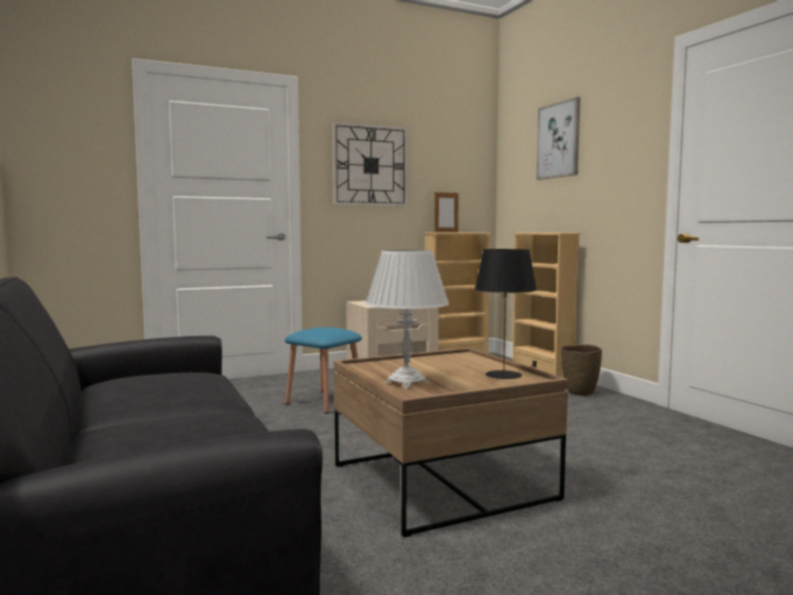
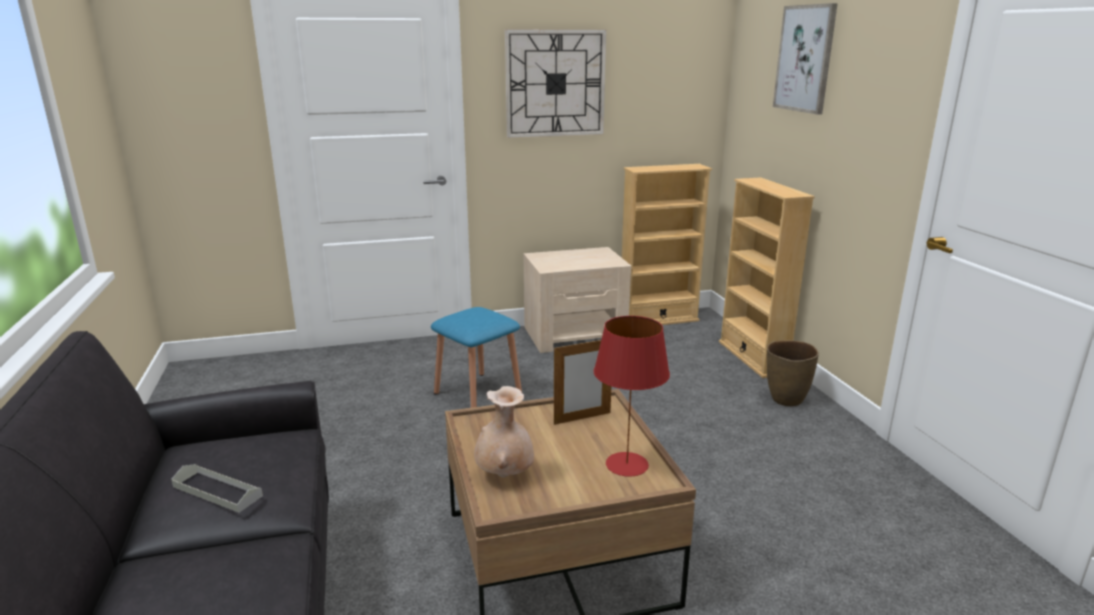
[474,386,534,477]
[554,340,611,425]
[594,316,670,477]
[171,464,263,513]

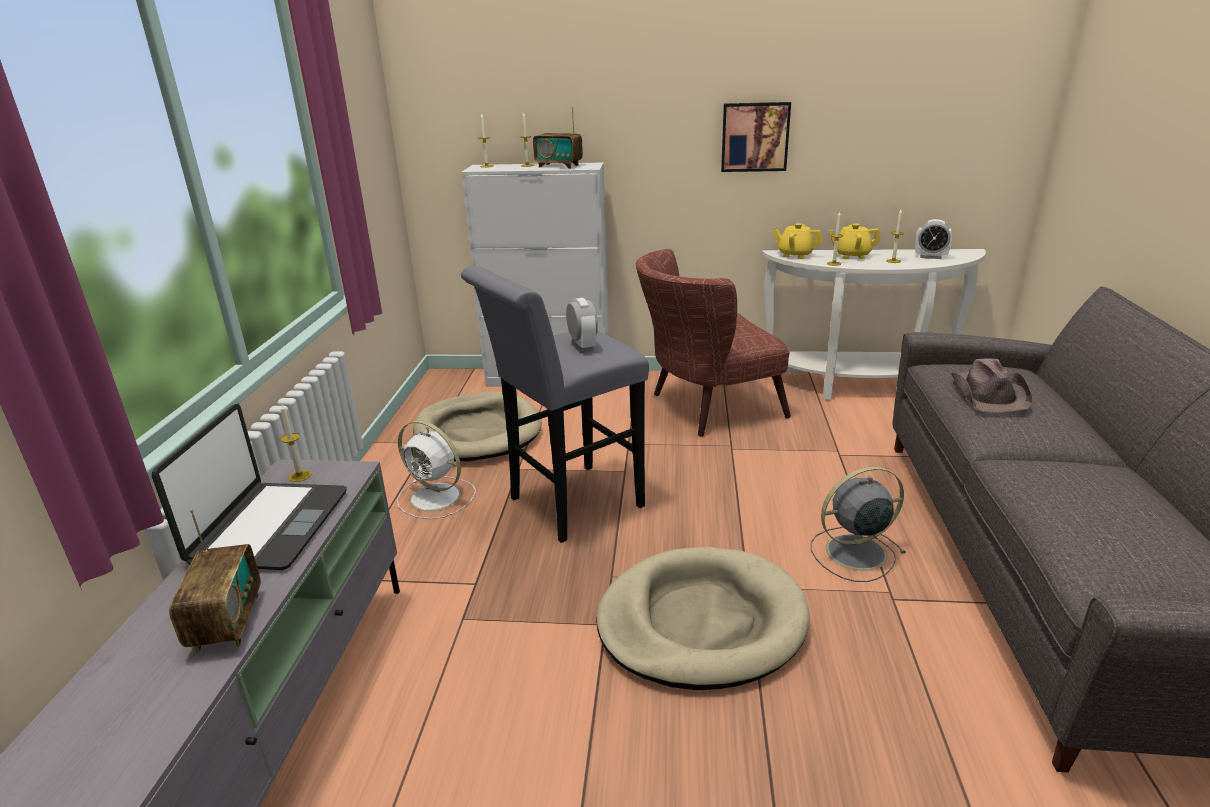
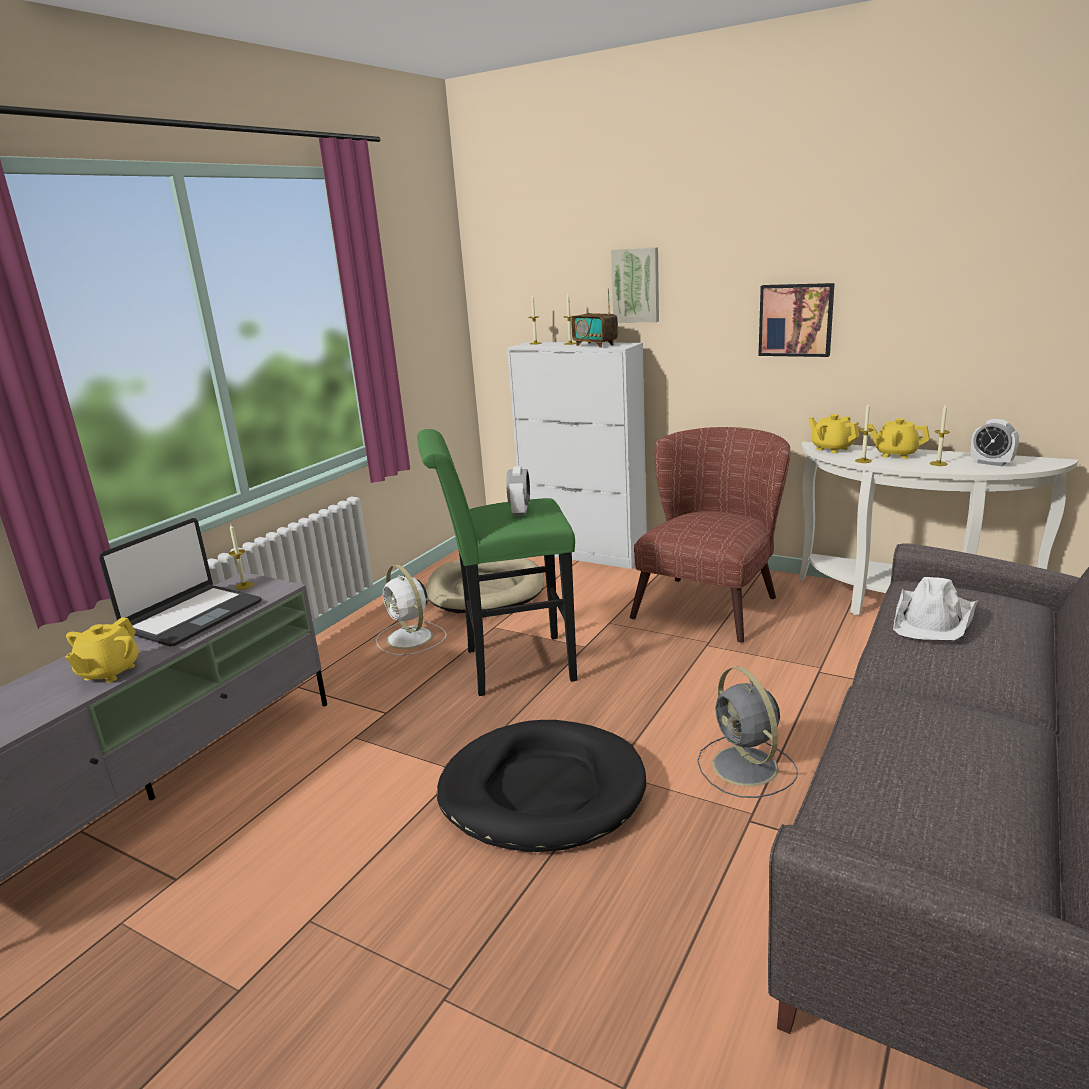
[65,617,139,683]
[417,429,577,696]
[437,720,646,852]
[630,427,790,643]
[697,667,798,798]
[893,577,979,640]
[611,247,659,322]

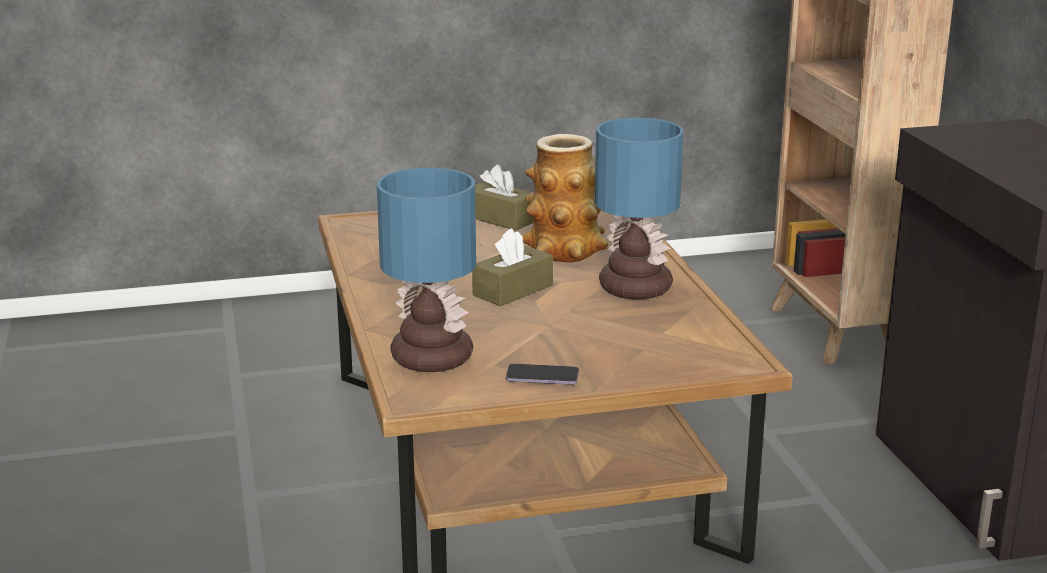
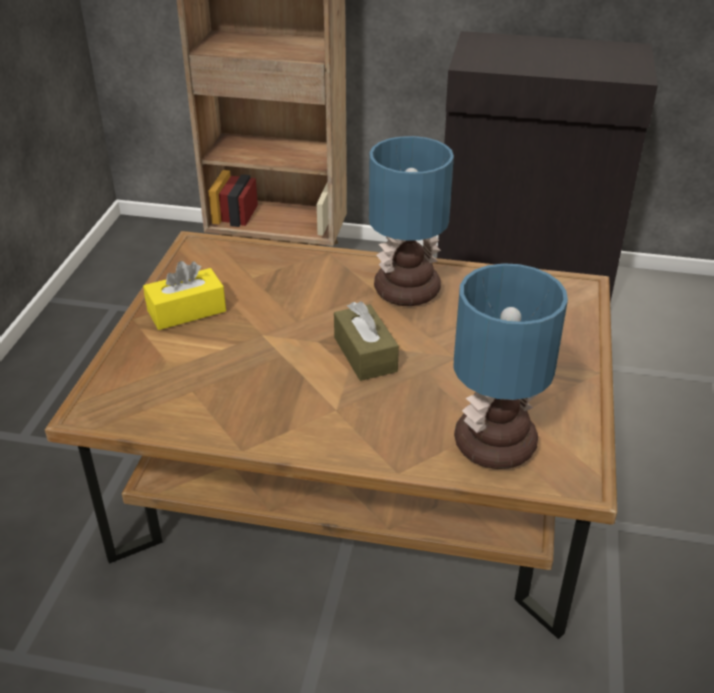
[143,261,226,330]
[506,364,579,385] (first image)
[522,134,609,263] (first image)

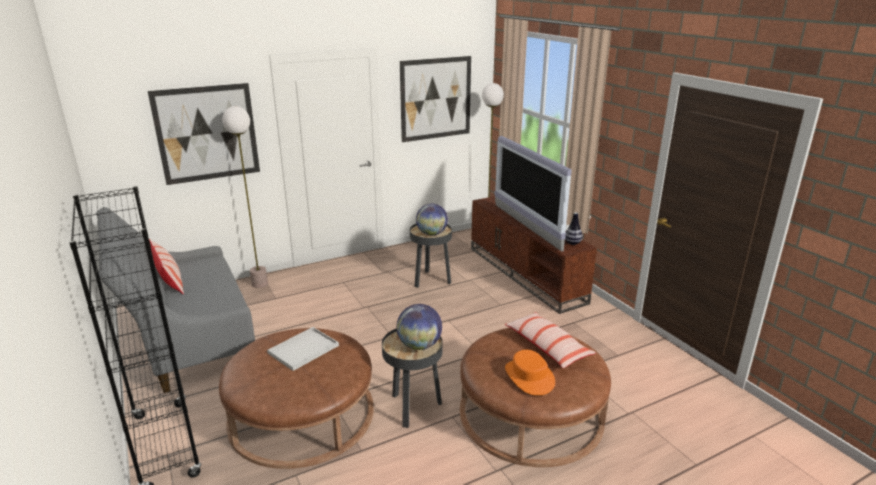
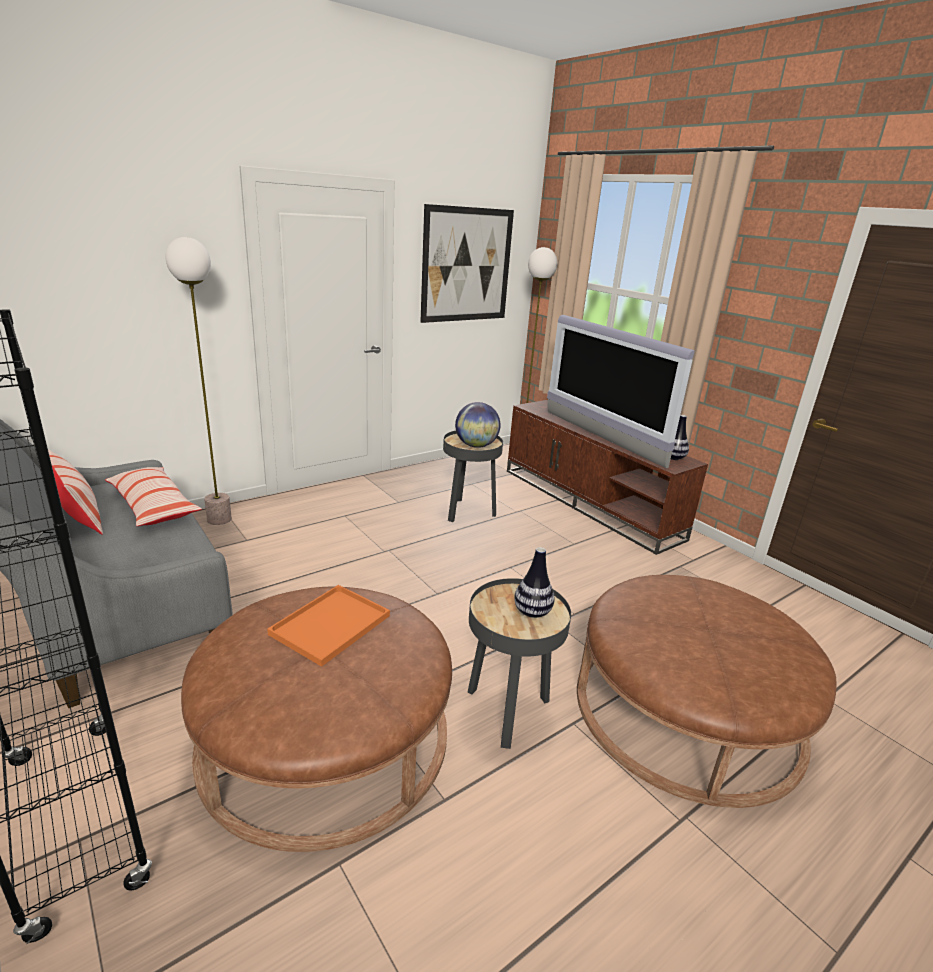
[148,83,260,185] (first image)
[267,585,390,667]
[514,547,555,618]
[105,467,202,526]
[505,350,555,396] (first image)

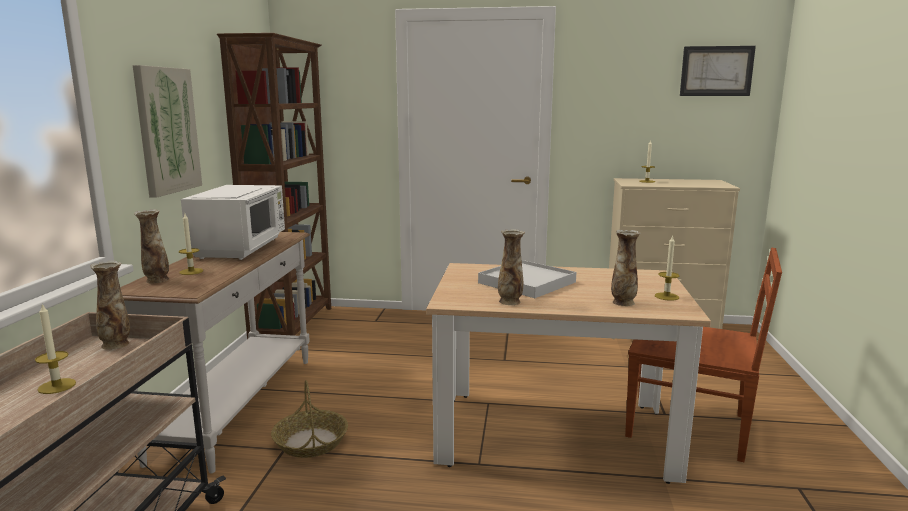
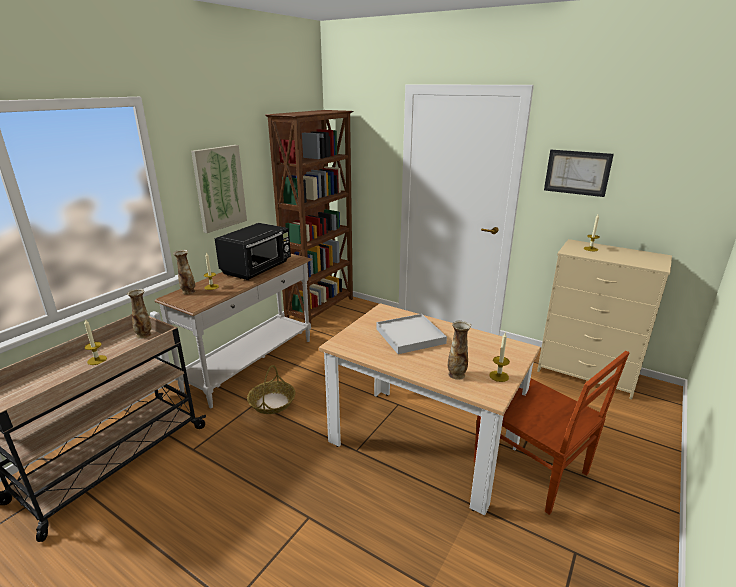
[214,223,291,280]
[498,229,525,305] (first image)
[544,150,614,197]

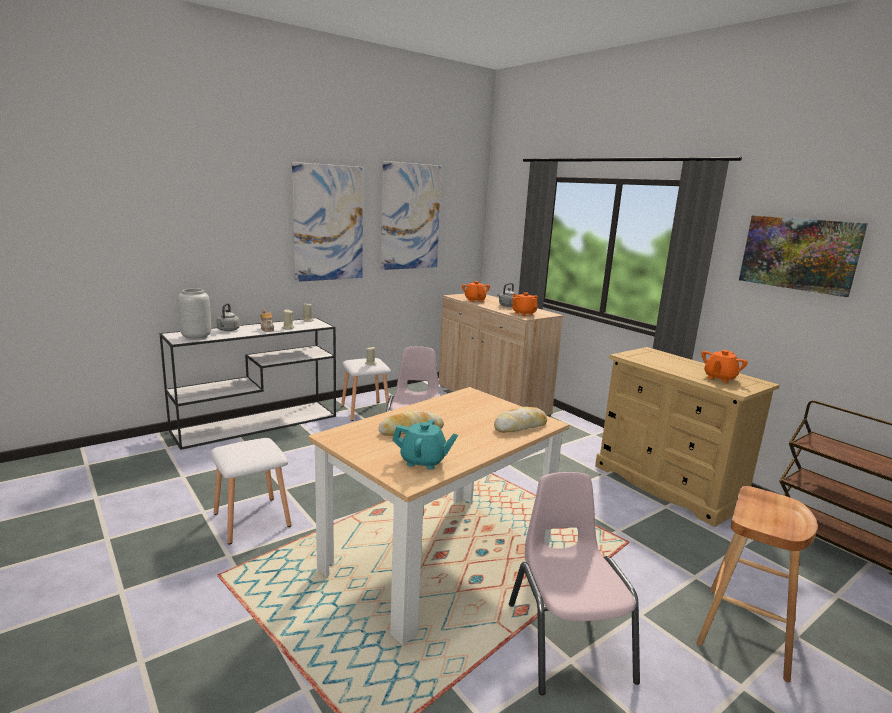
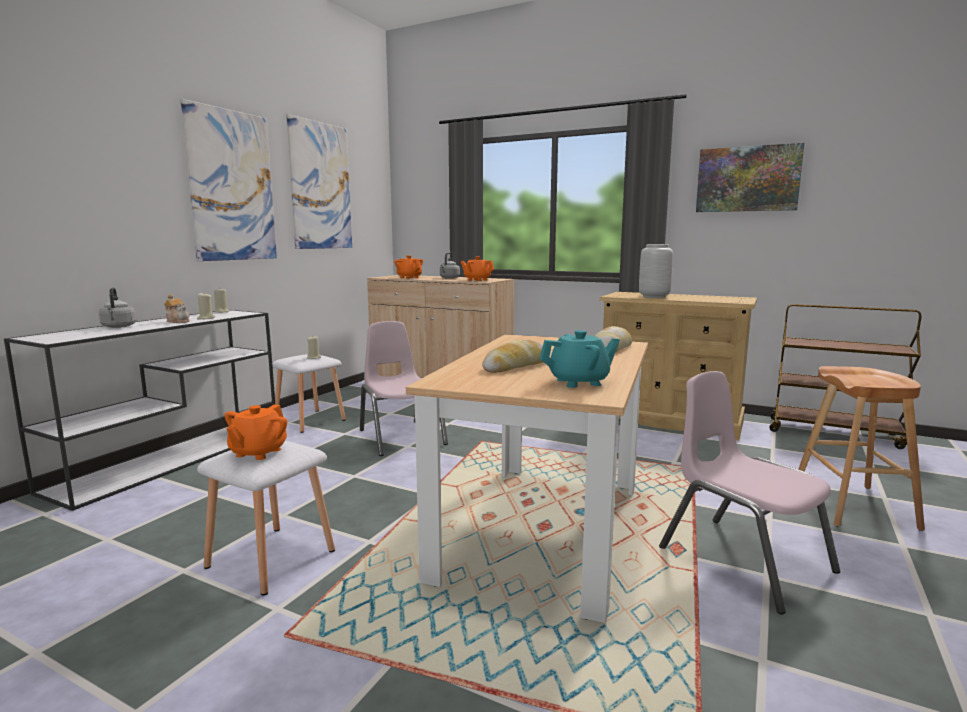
[639,244,673,298]
[225,404,287,460]

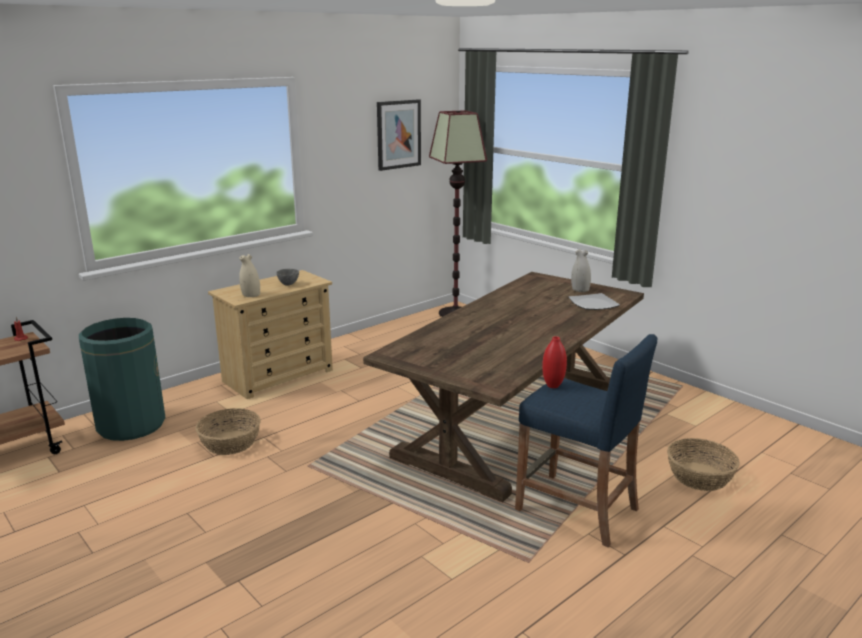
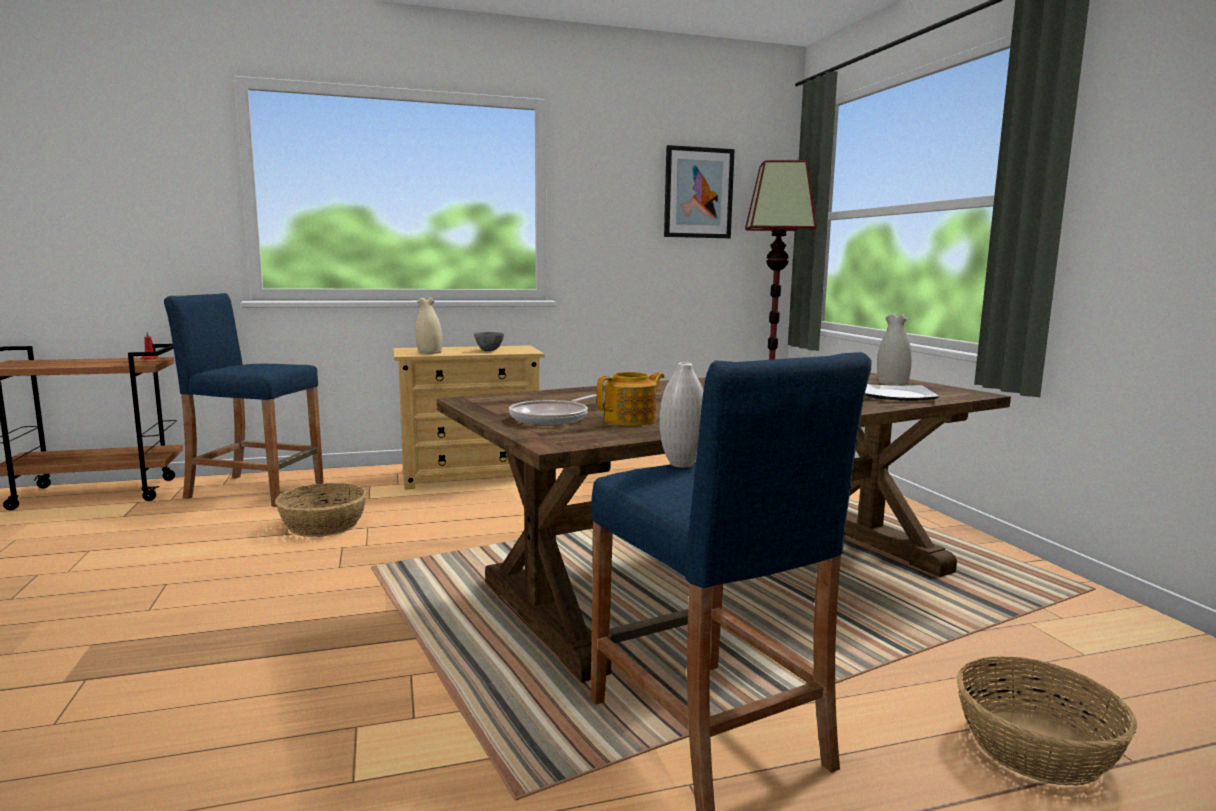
[164,293,324,507]
[660,362,703,468]
[509,395,597,425]
[597,372,664,426]

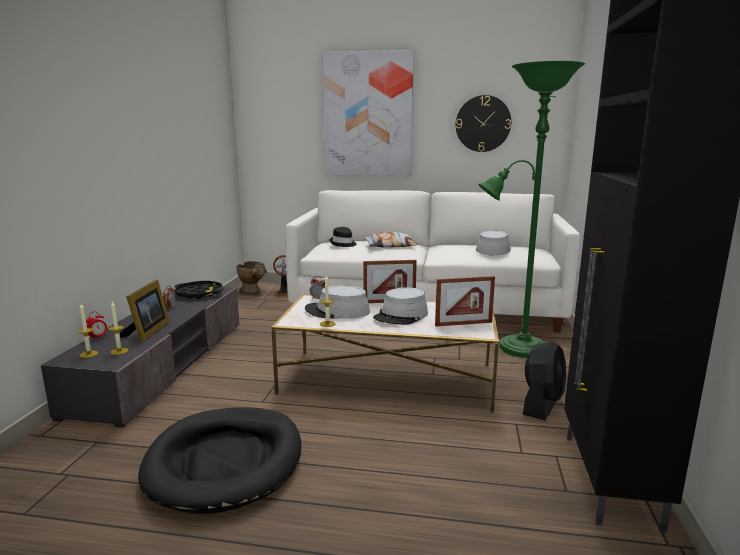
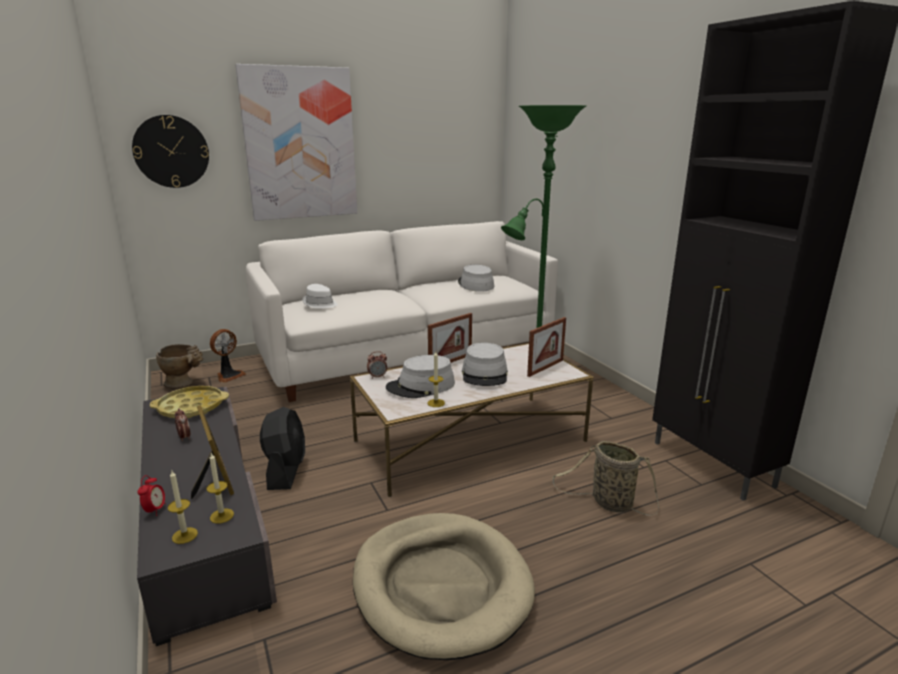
[353,513,535,660]
[150,386,229,418]
[302,284,338,309]
[364,232,417,248] (first image)
[132,115,209,188]
[260,407,305,490]
[553,441,659,516]

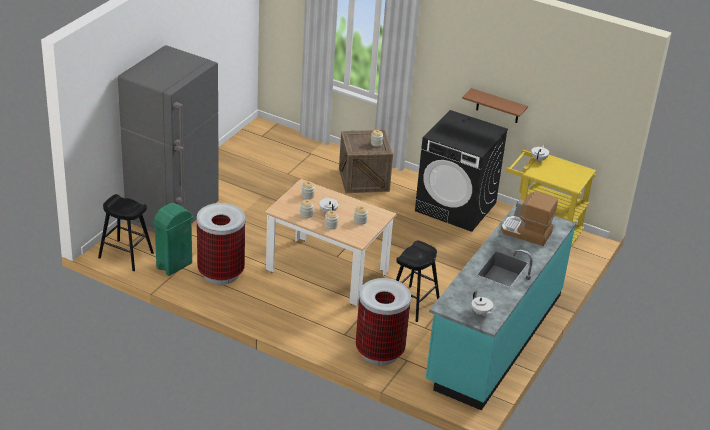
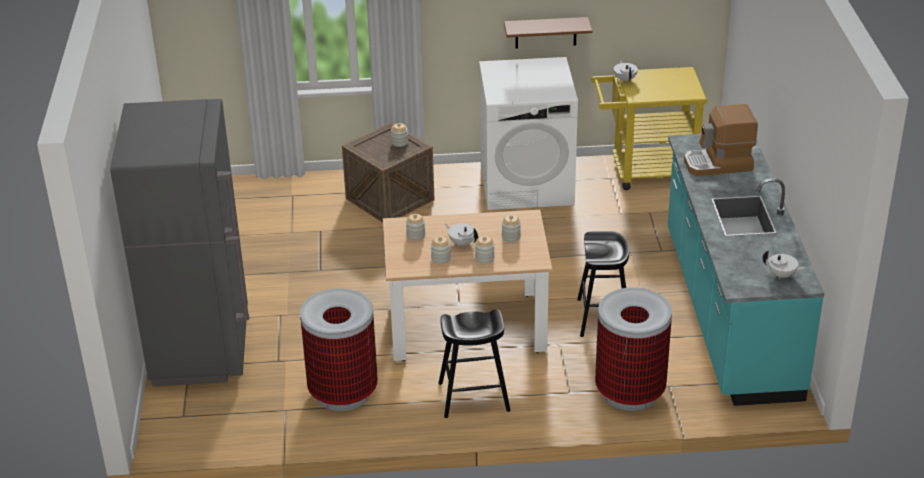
[438,309,511,418]
[153,203,193,276] (first image)
[479,57,578,210]

